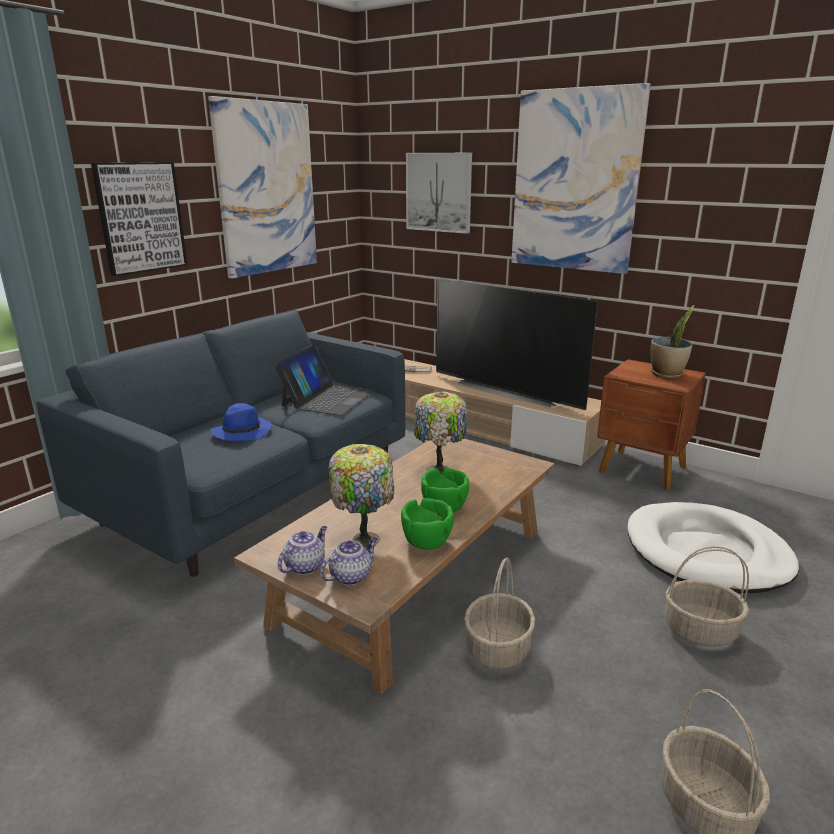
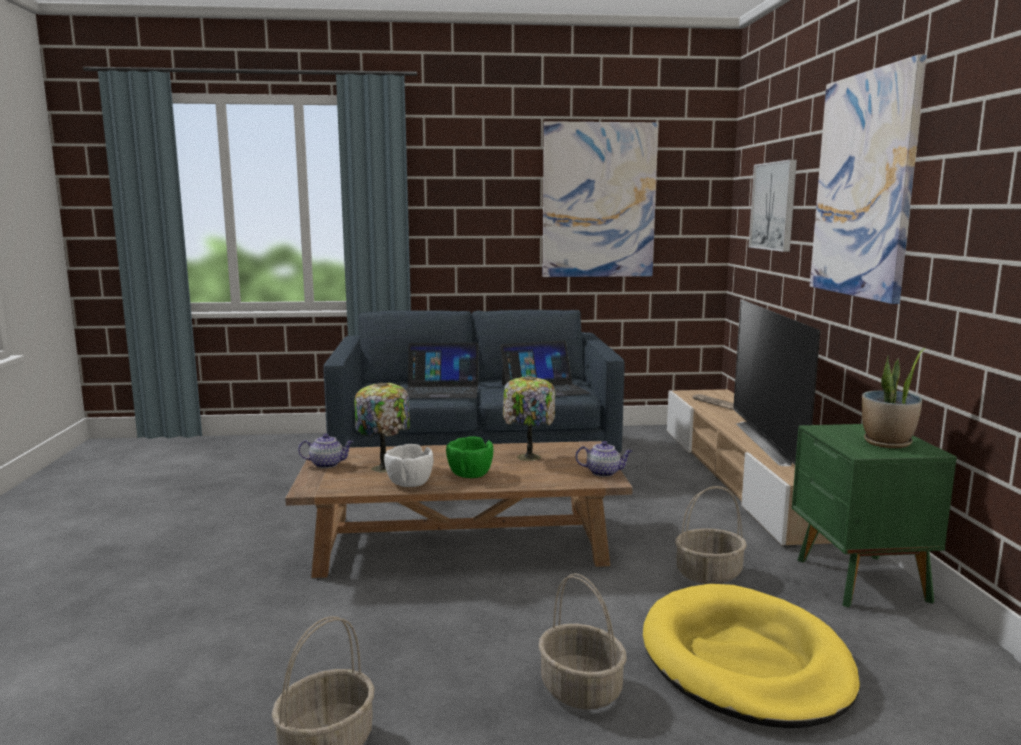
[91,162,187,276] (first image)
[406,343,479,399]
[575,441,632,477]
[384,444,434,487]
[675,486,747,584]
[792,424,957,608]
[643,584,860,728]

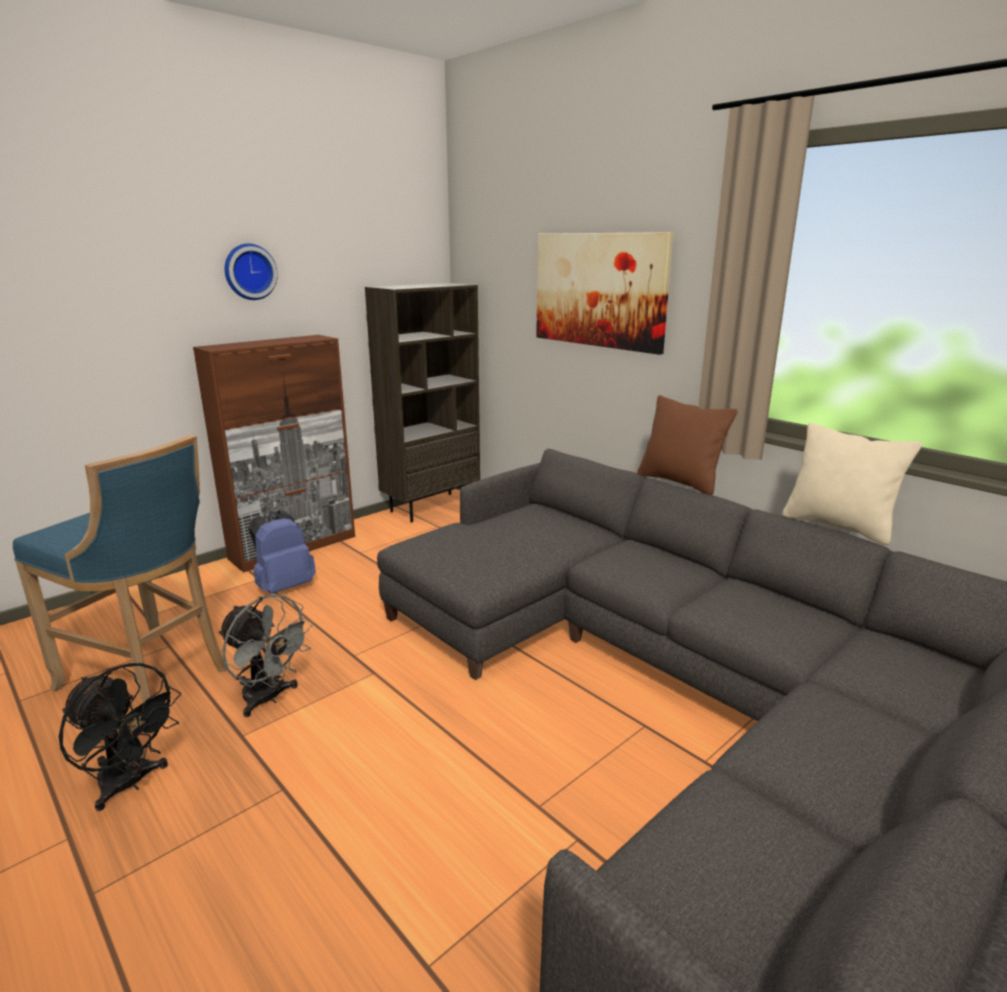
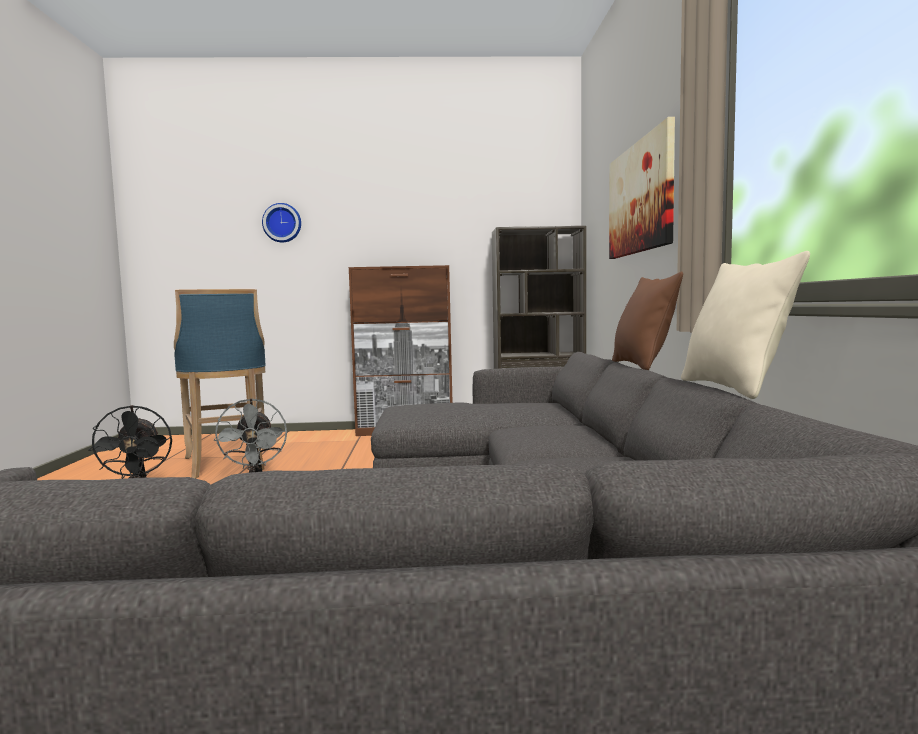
[262,203,301,243]
[248,510,316,594] (first image)

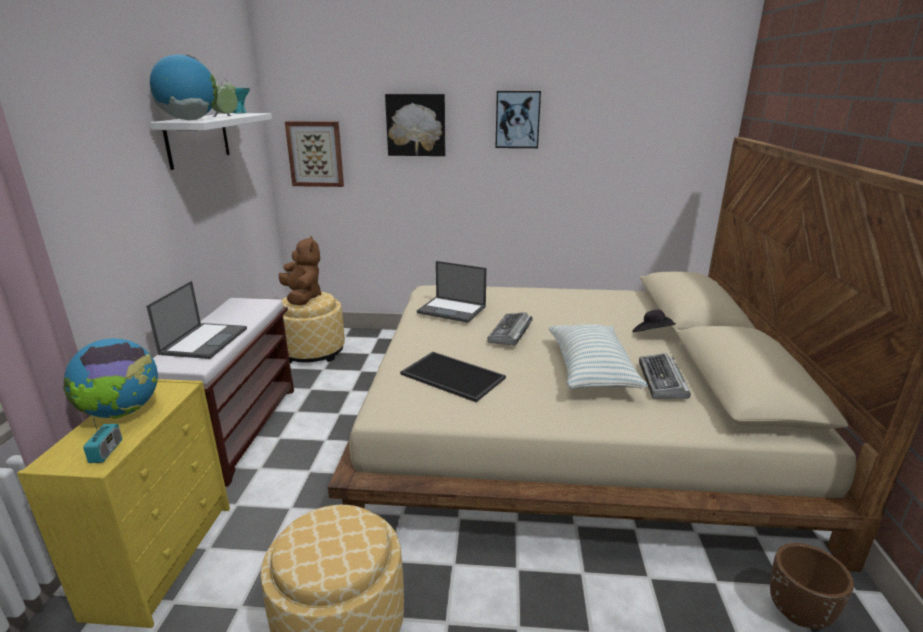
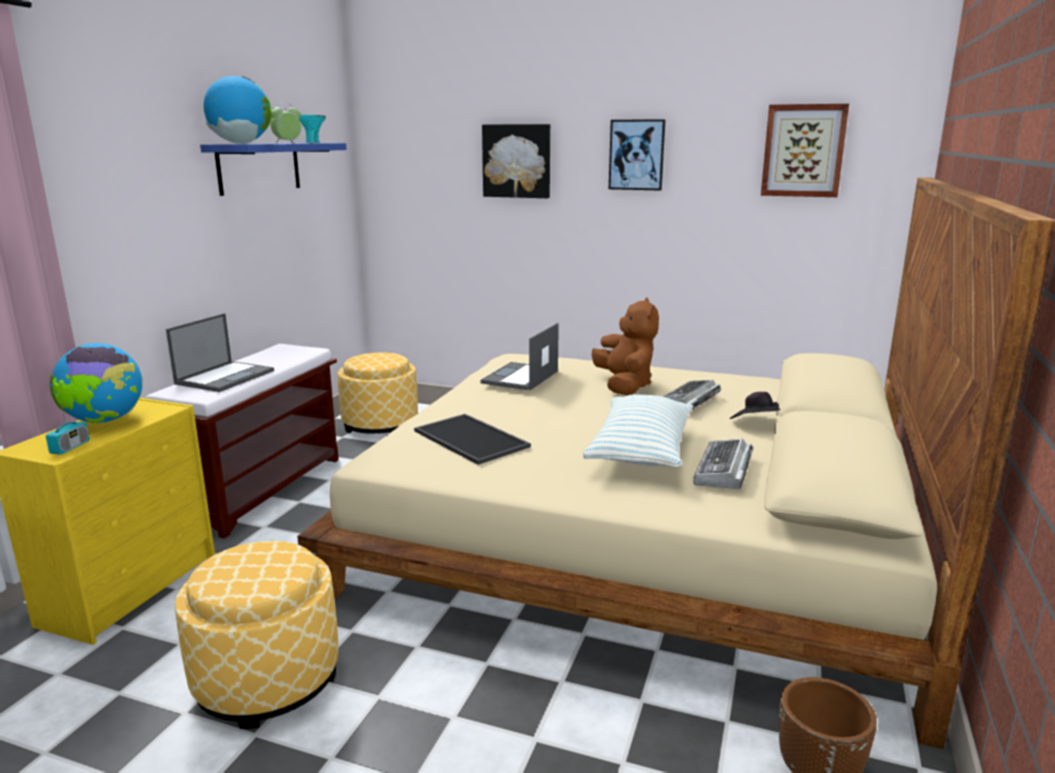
[200,143,347,196]
[592,297,659,395]
[761,104,849,197]
[480,323,559,391]
[663,380,721,410]

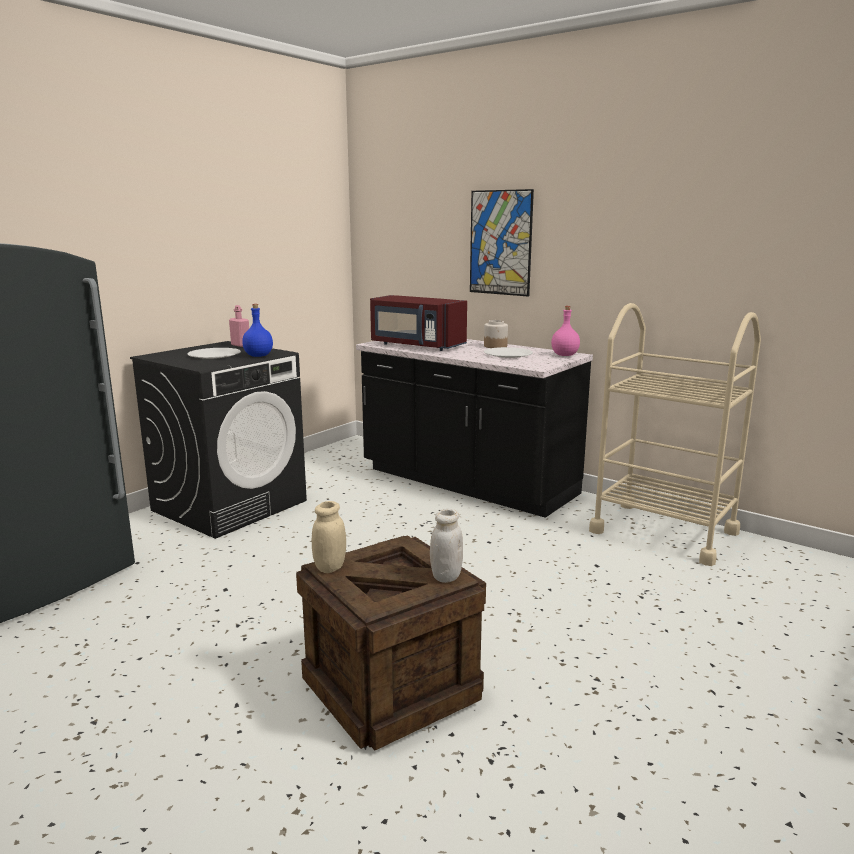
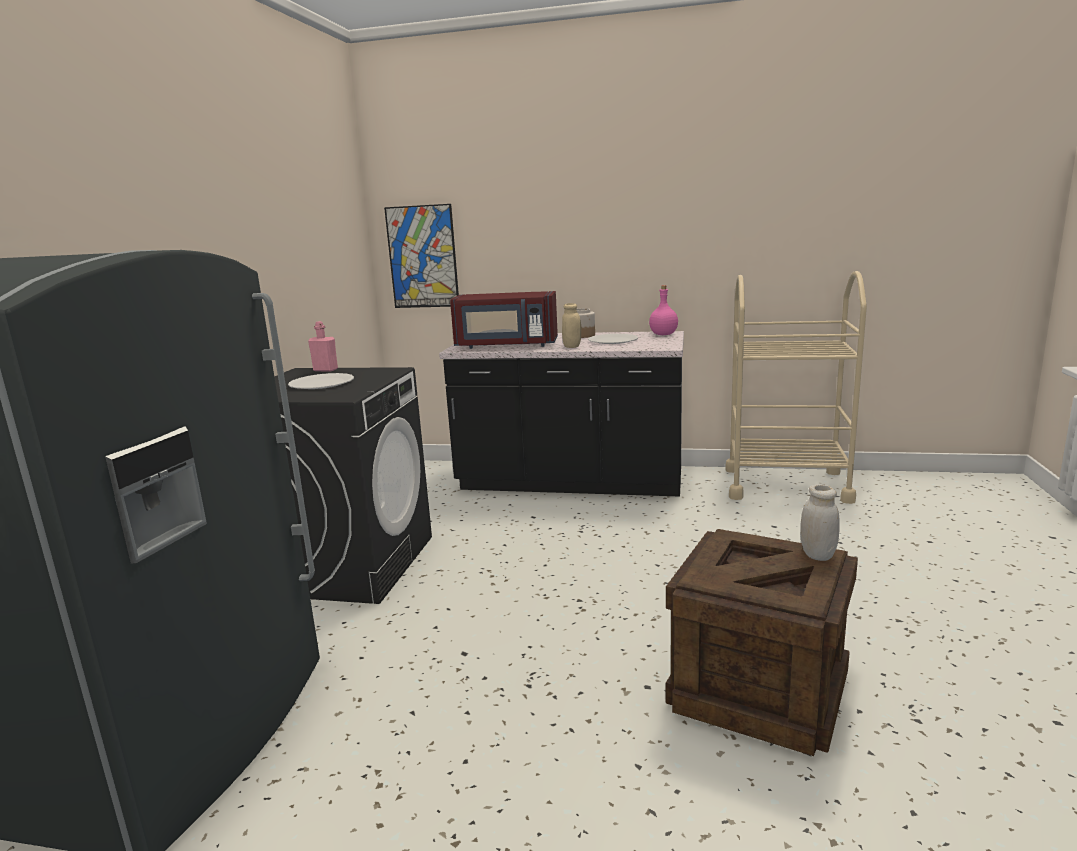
[242,304,273,357] (first image)
[562,303,581,348]
[384,204,459,308]

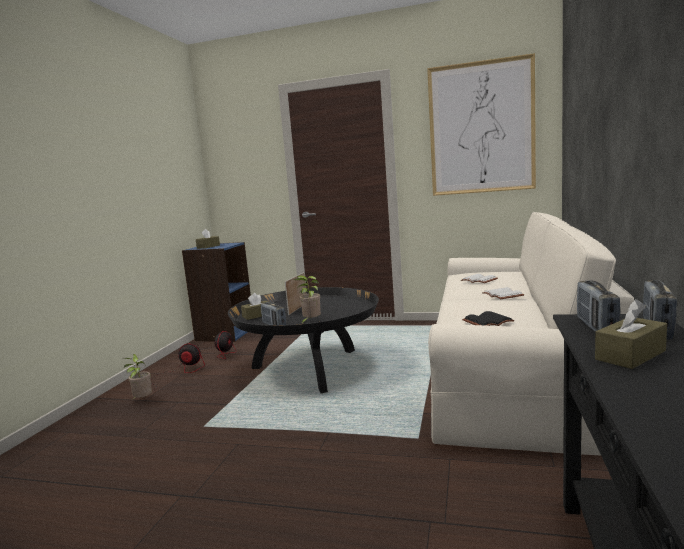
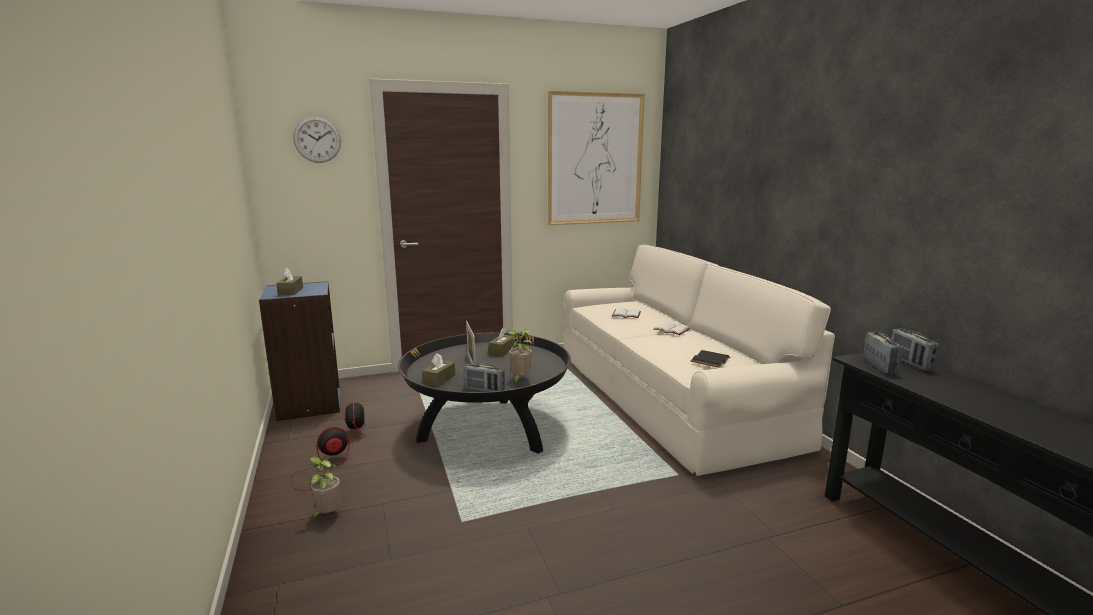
[864,332,903,374]
[489,328,515,357]
[293,117,341,163]

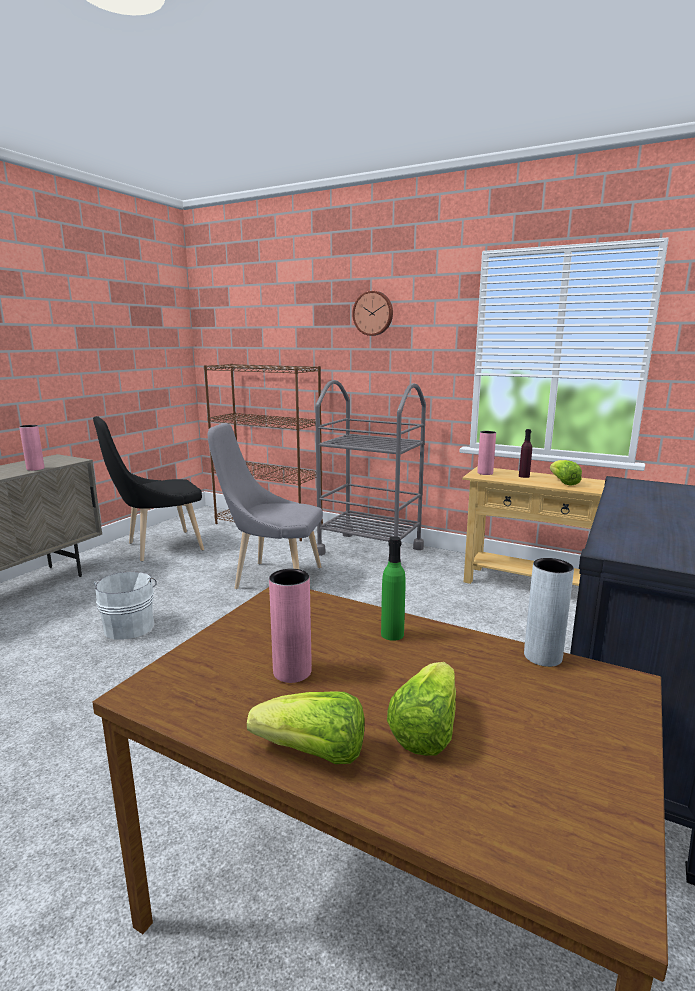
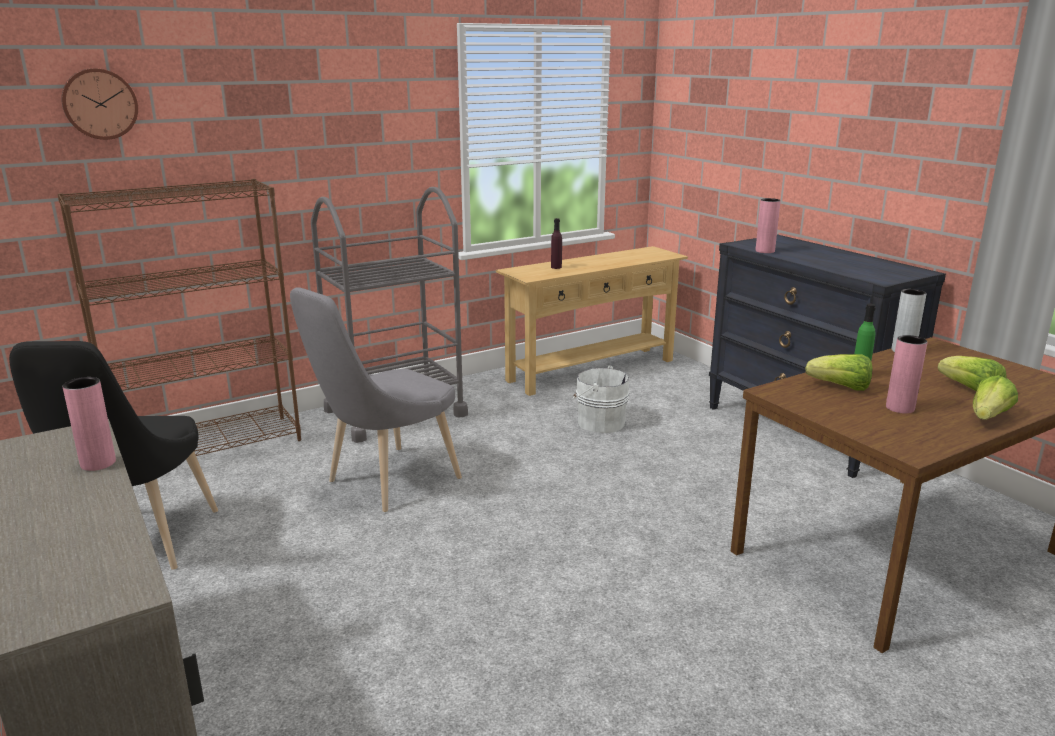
[572,365,630,433]
[61,68,138,140]
[756,198,781,253]
[805,354,872,391]

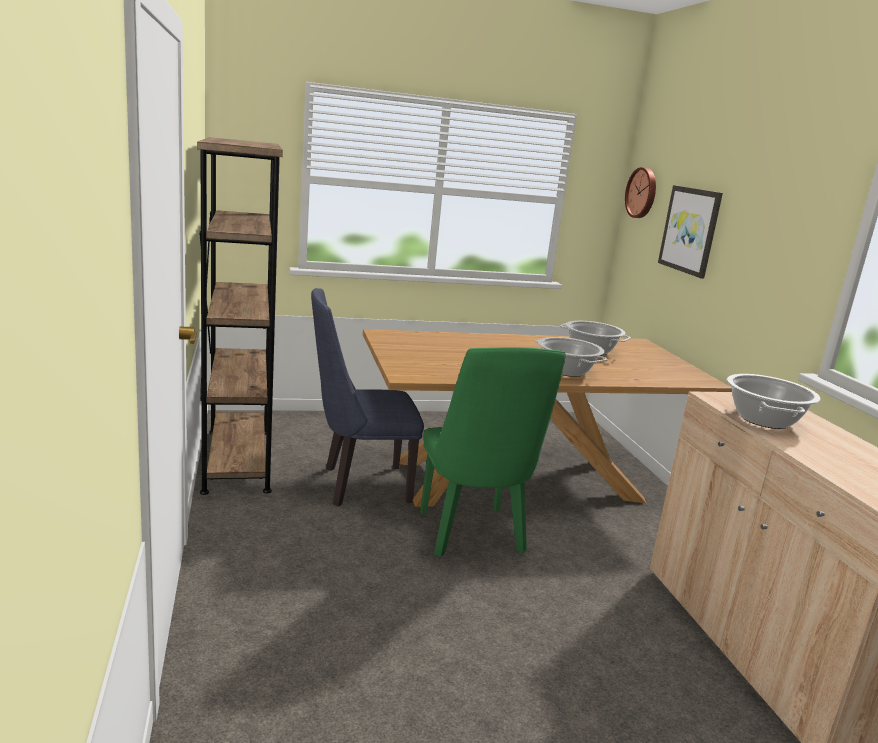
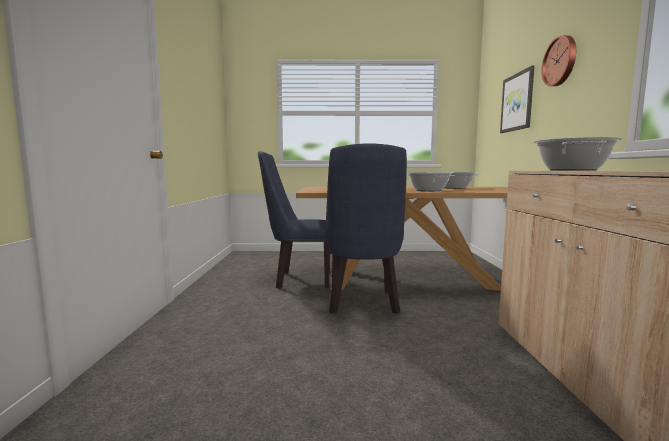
[197,137,283,495] (first image)
[325,143,407,314]
[542,35,576,86]

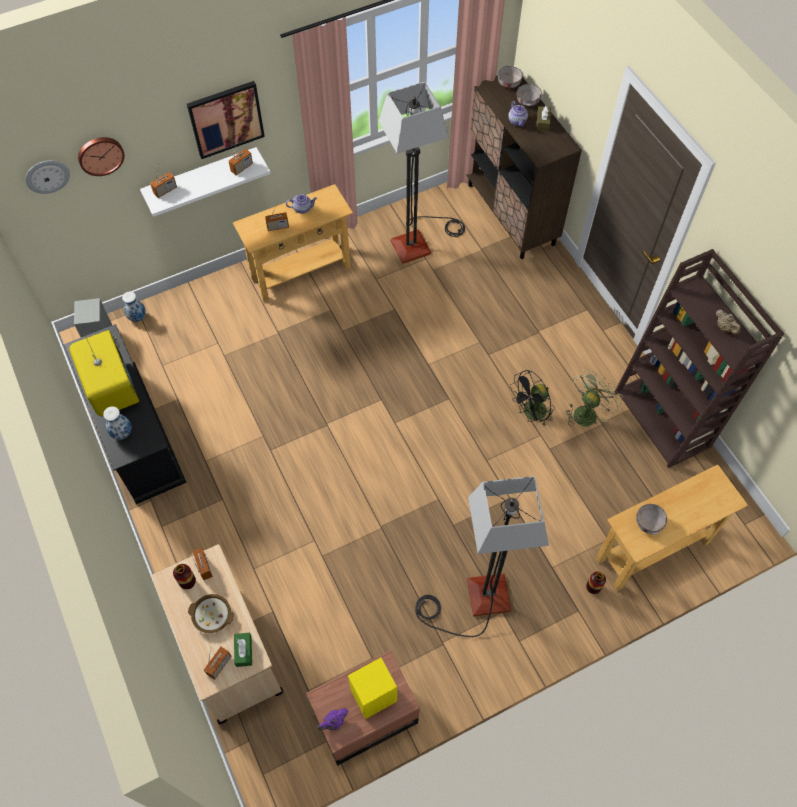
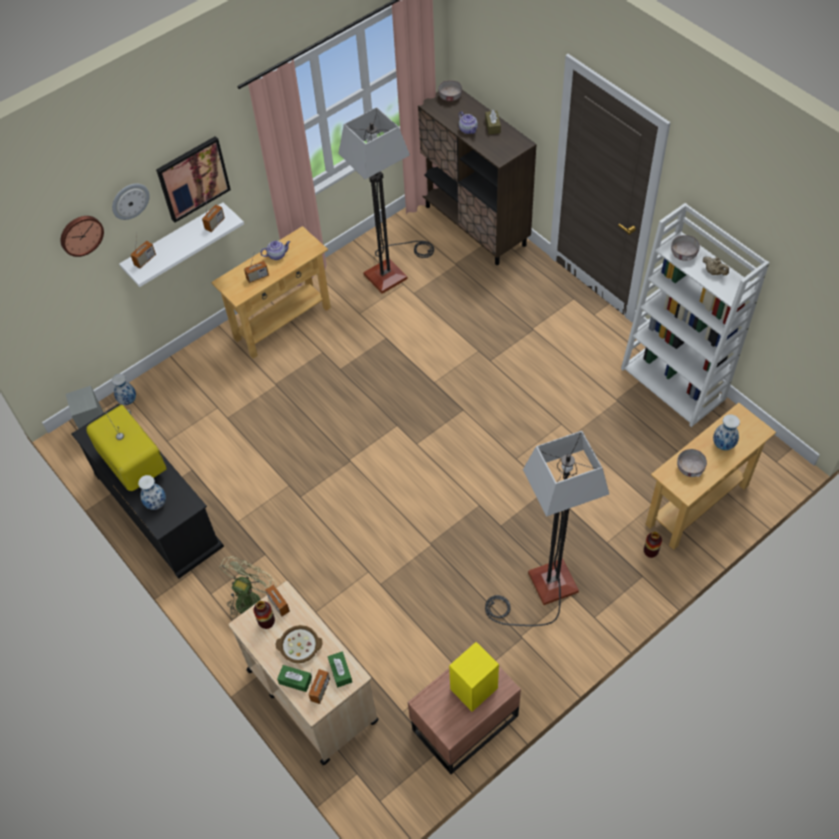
[112,184,150,220]
[318,708,348,730] (first image)
[510,370,555,425] (first image)
[671,235,700,261]
[219,556,276,619]
[621,203,770,427]
[277,665,312,692]
[713,414,740,450]

